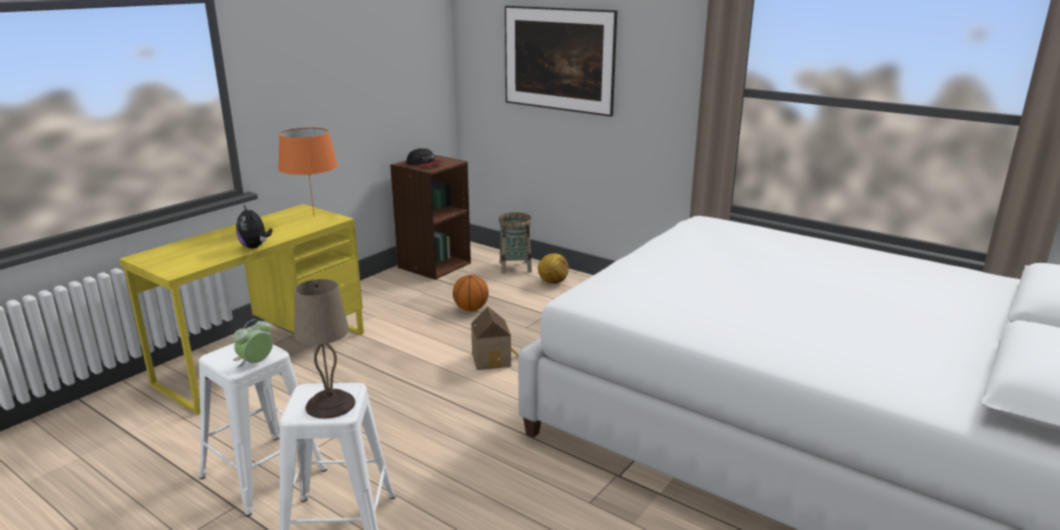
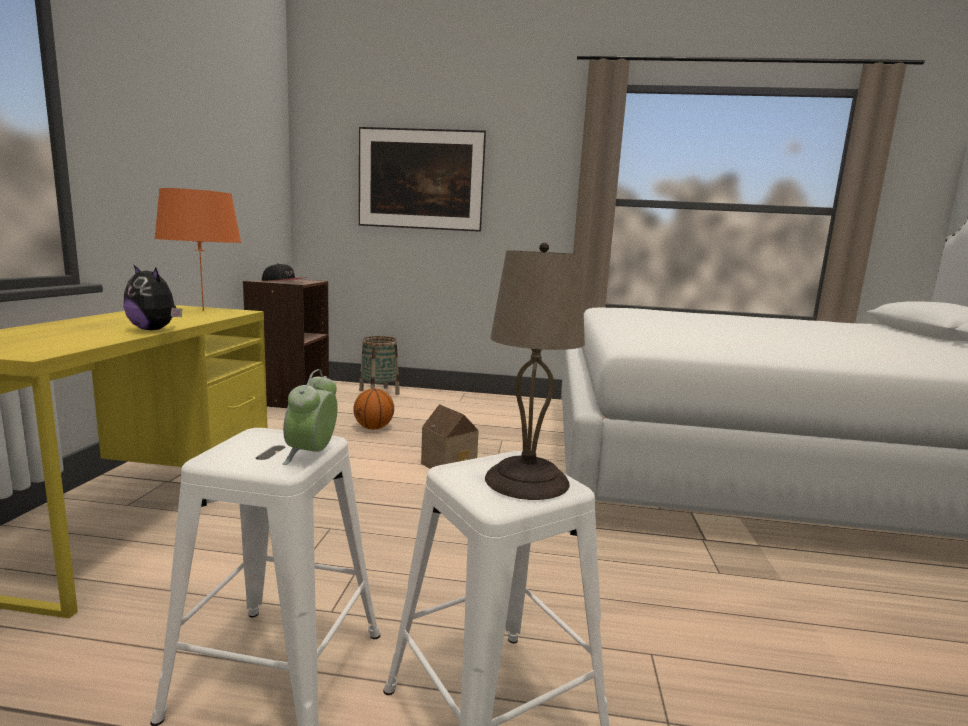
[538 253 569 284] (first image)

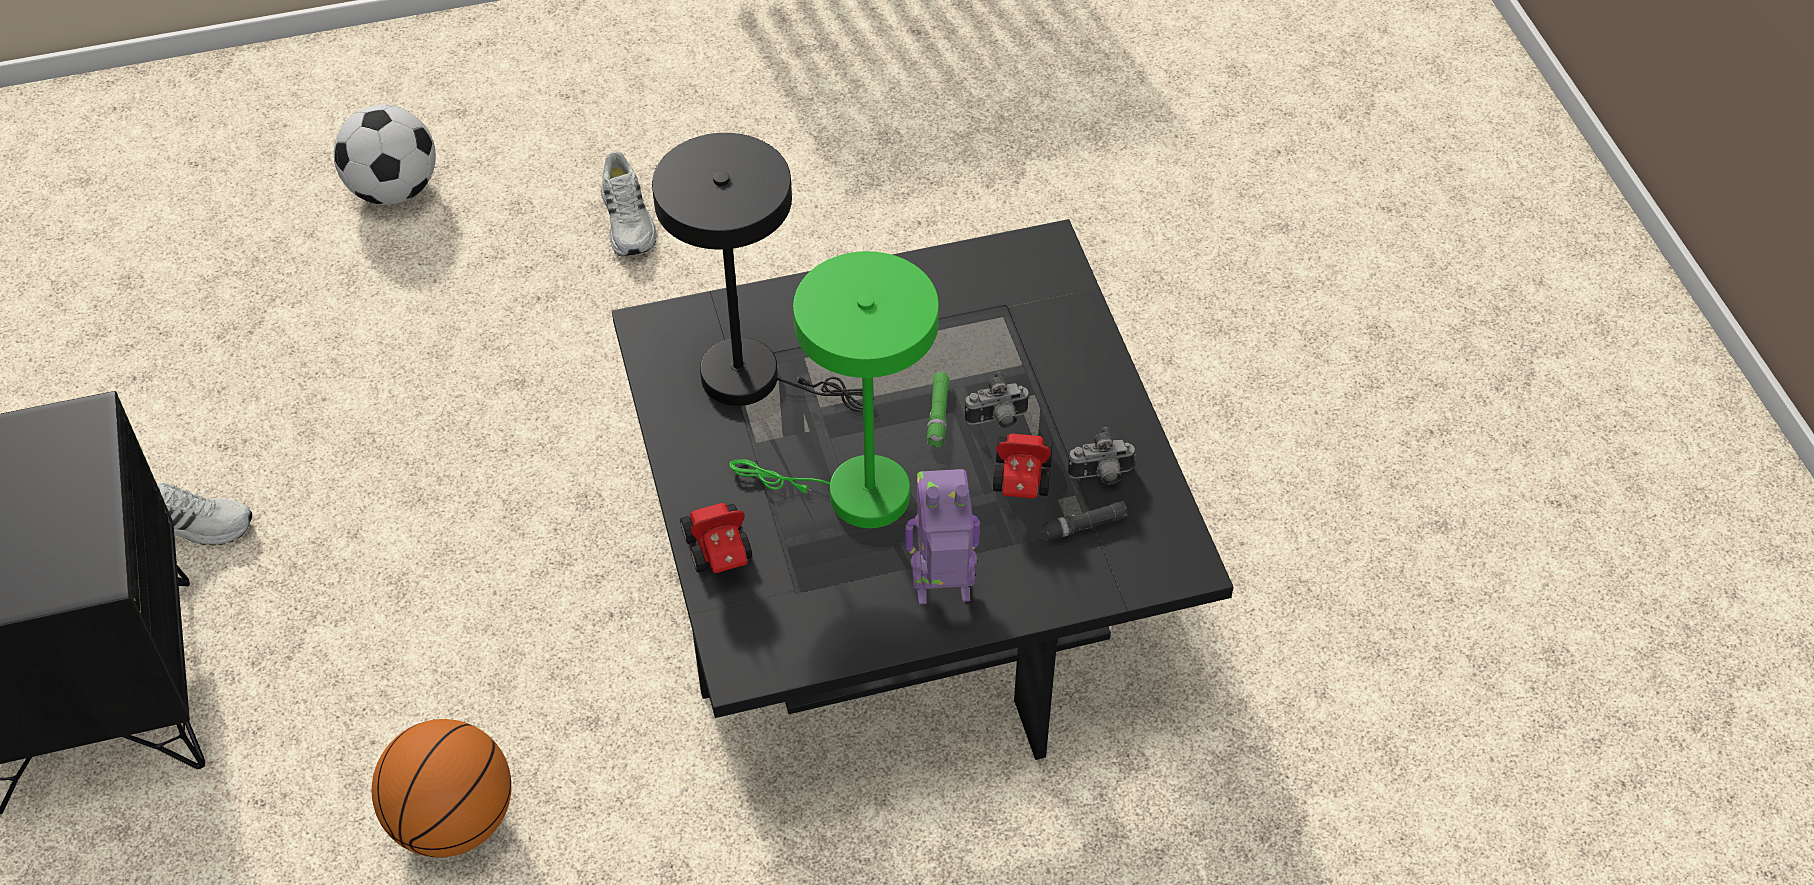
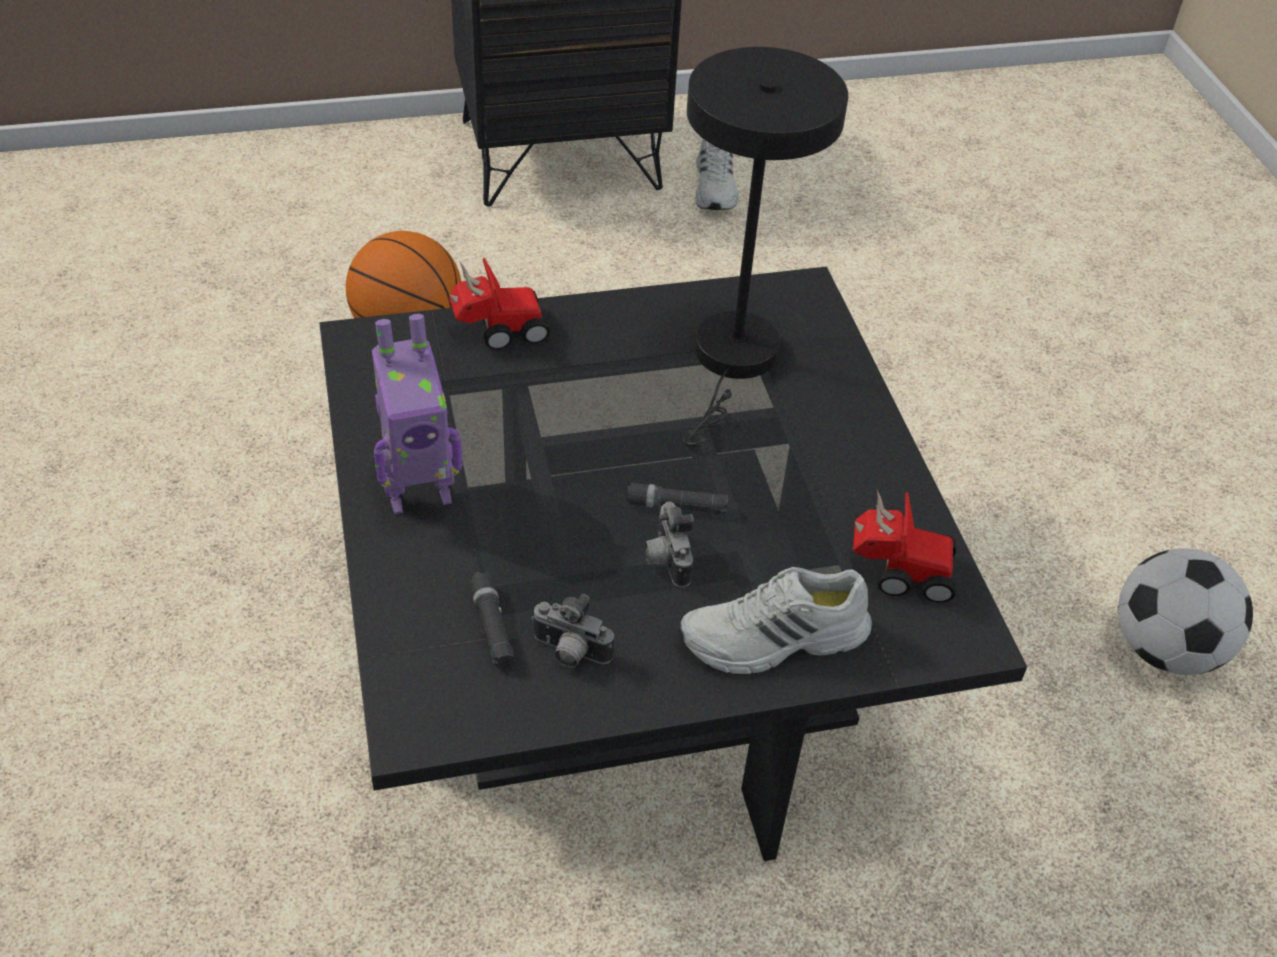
[729 251 939 528] (first image)
[1118 548 1253 675]
[679 567 872 674]
[853 490 957 603]
[626 482 728 515]
[372 314 462 514]
[531 594 614 668]

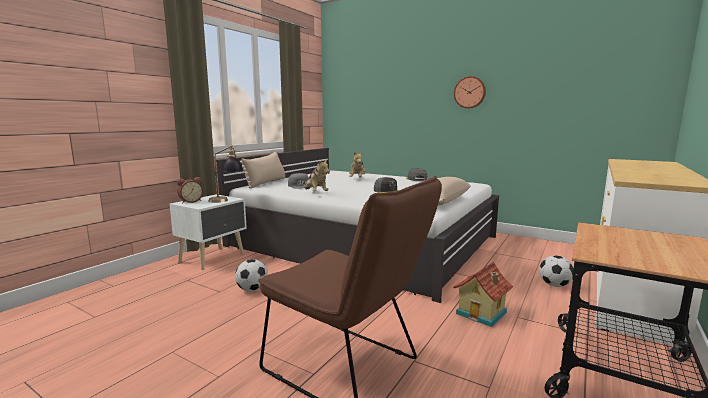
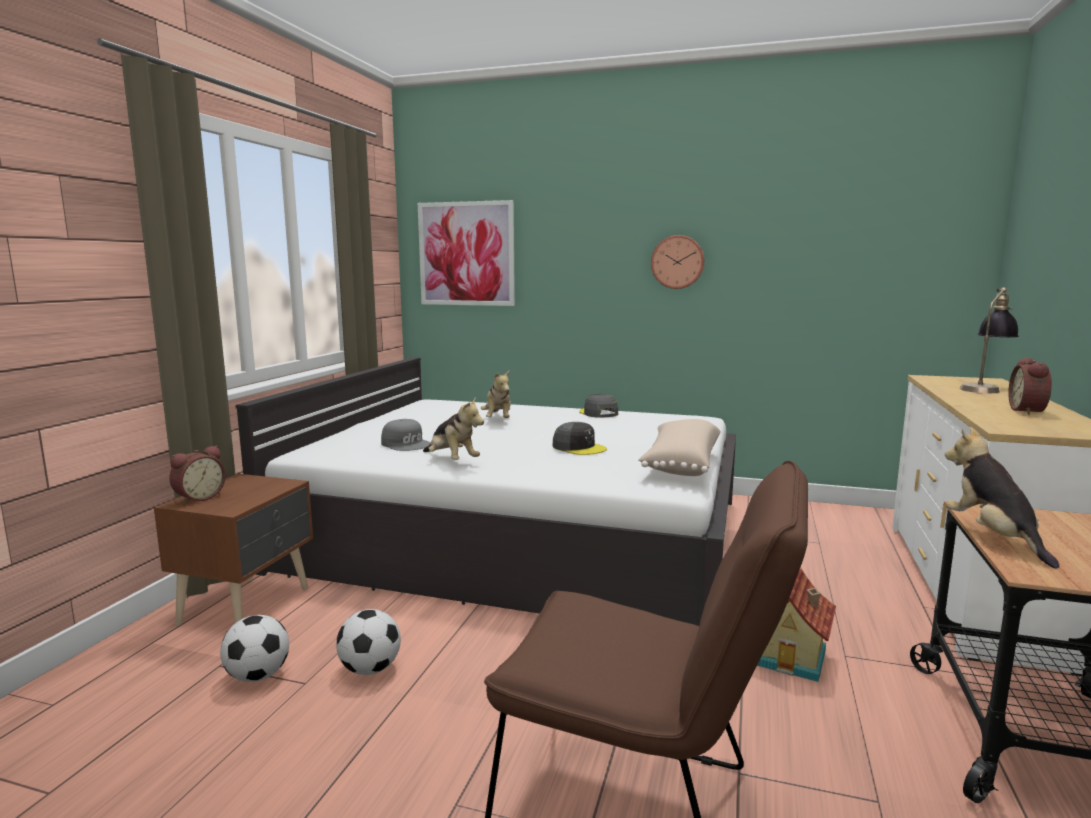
[240 152 285 188] (first image)
[418 200 515 306]
[945 427 1059 569]
[1008 357 1052 415]
[960 287 1019 393]
[220 615 289 682]
[154 474 313 626]

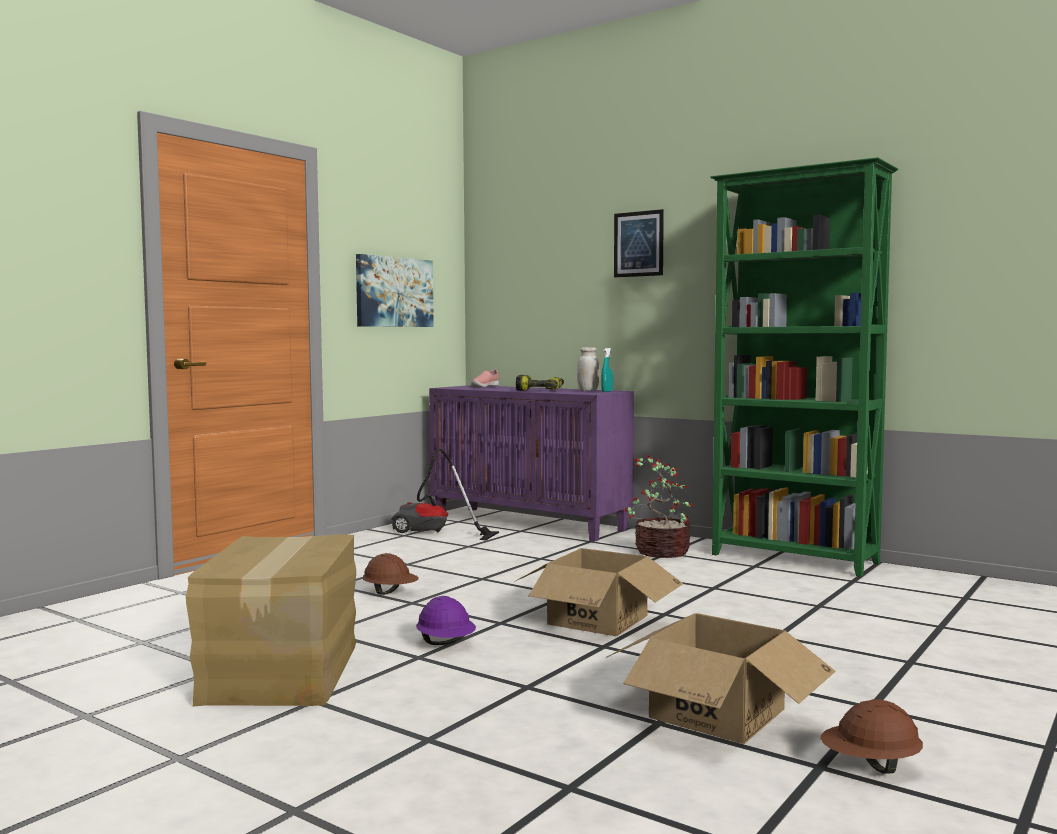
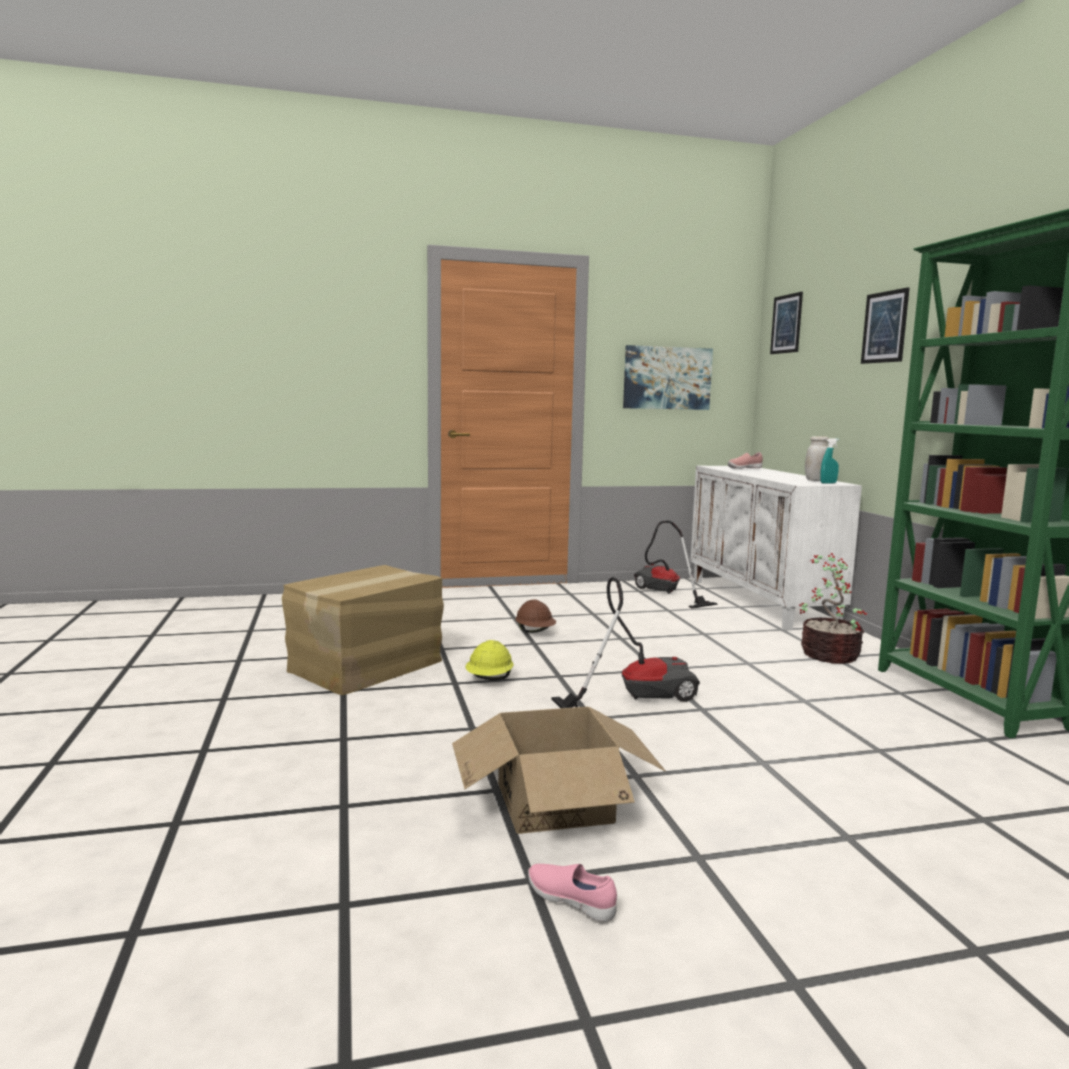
[516 375 564 391] (first image)
[770 292 803 354]
[551 577 700 708]
[528 864 617 922]
[465 640 514 680]
[690 466 862 631]

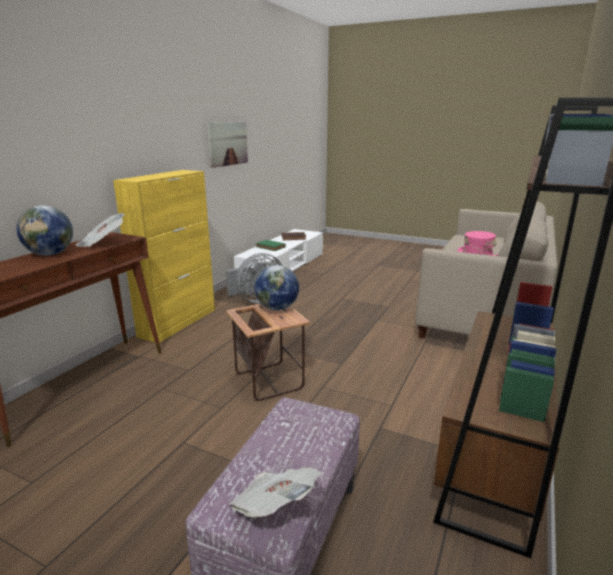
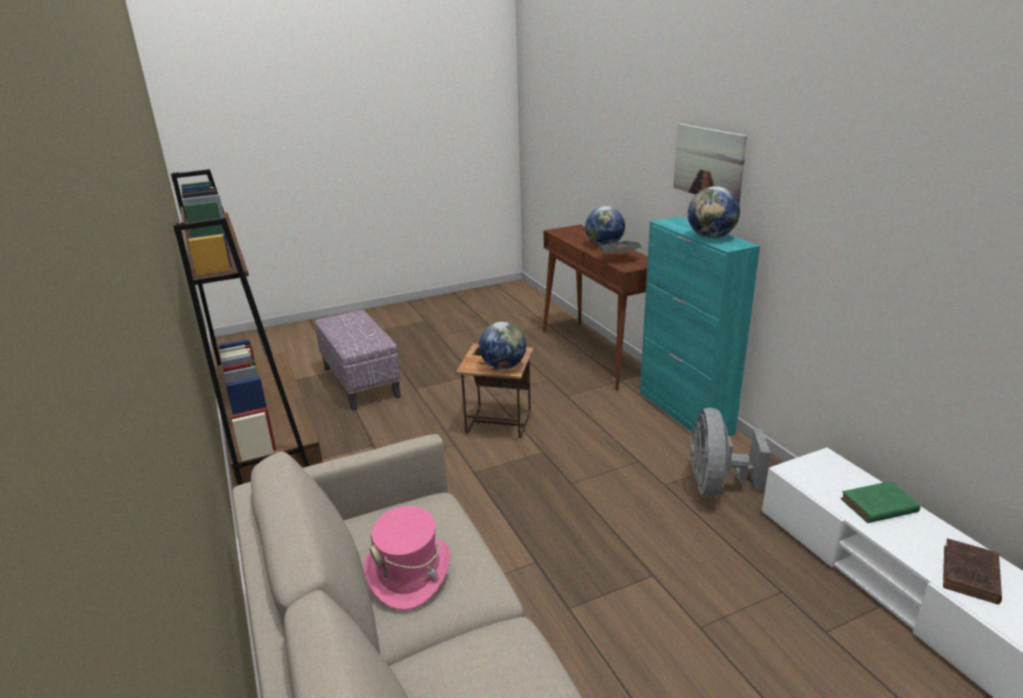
[228 467 322 517] (first image)
[688 186 740 238]
[673 123 747 205]
[640 217 760 437]

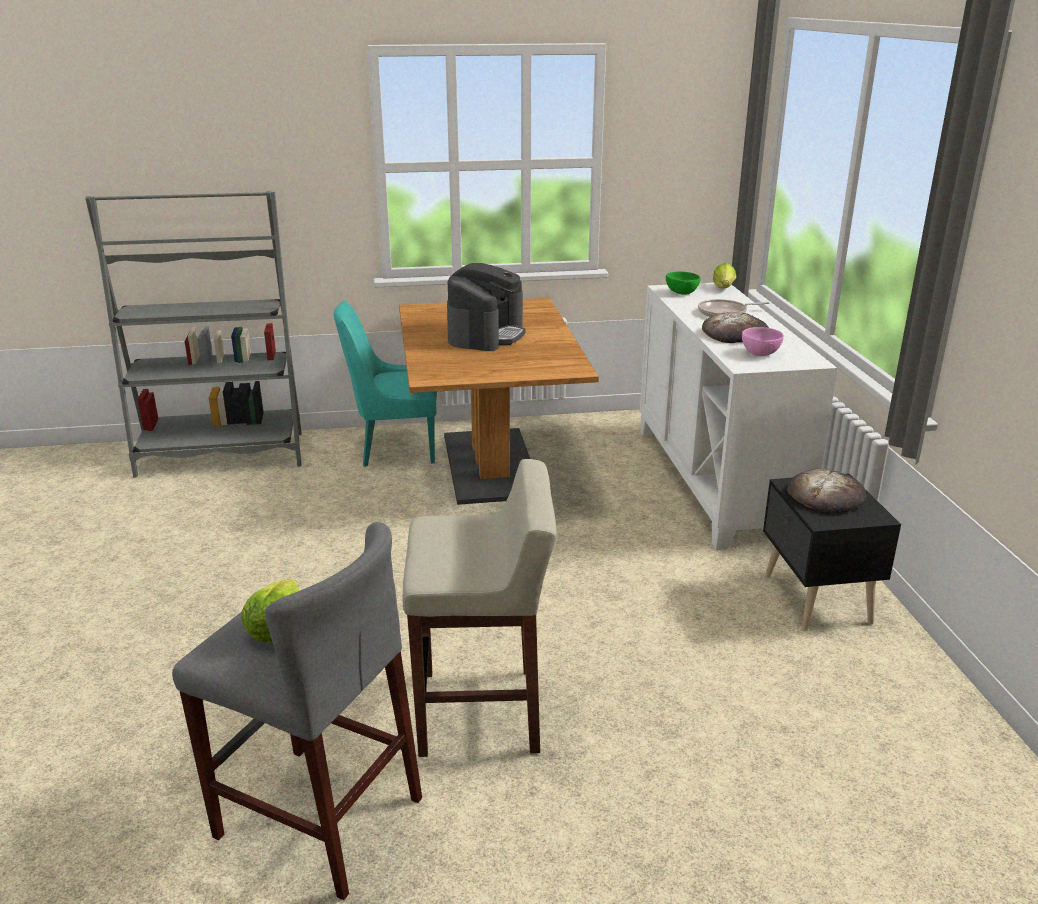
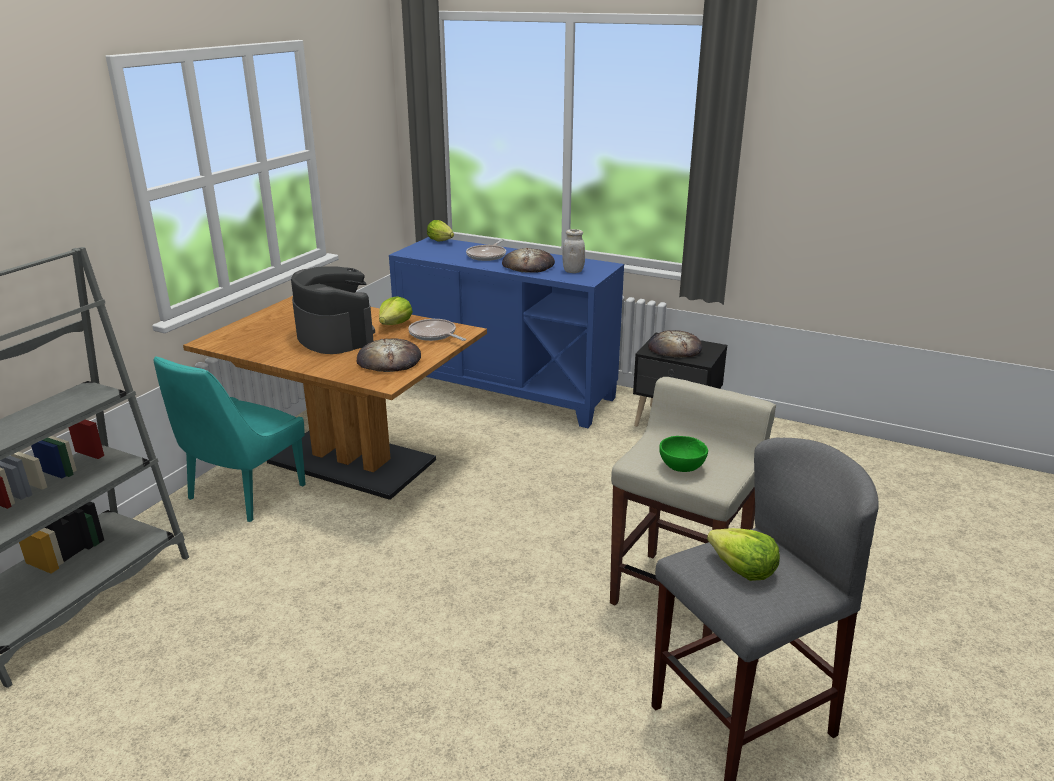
[357 338 421 372]
[379 296 413 325]
[408 319 466 341]
[659 436 708 472]
[562 229 585 273]
[389 237 624 428]

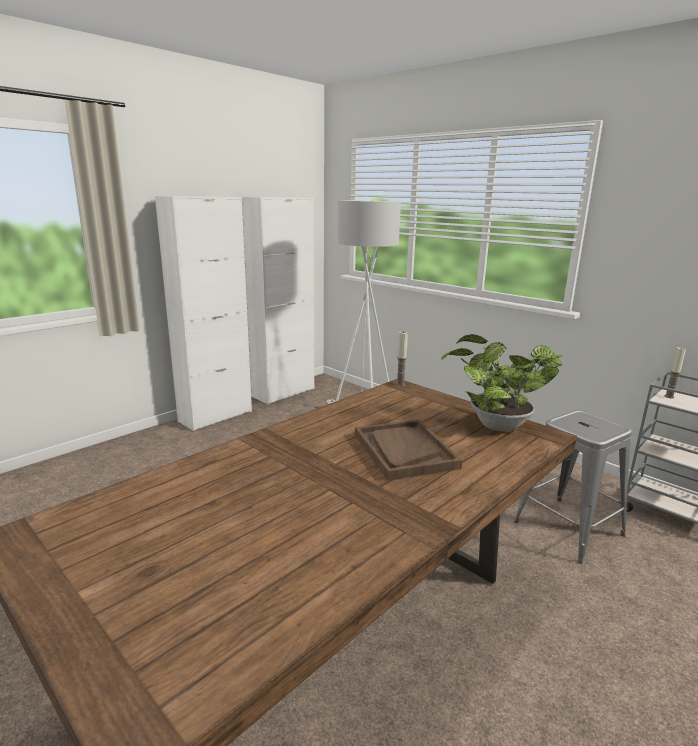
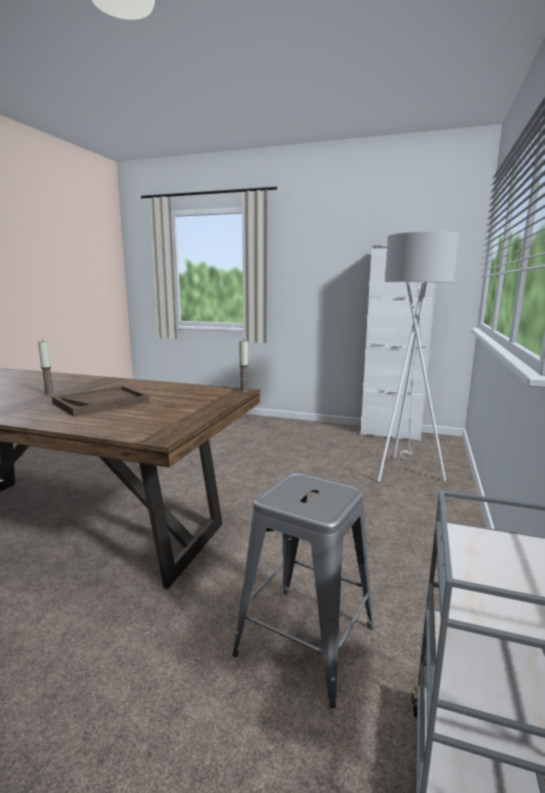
[155 196 252 431] (first image)
[441 334 563 432] (first image)
[38 340 55 395]

